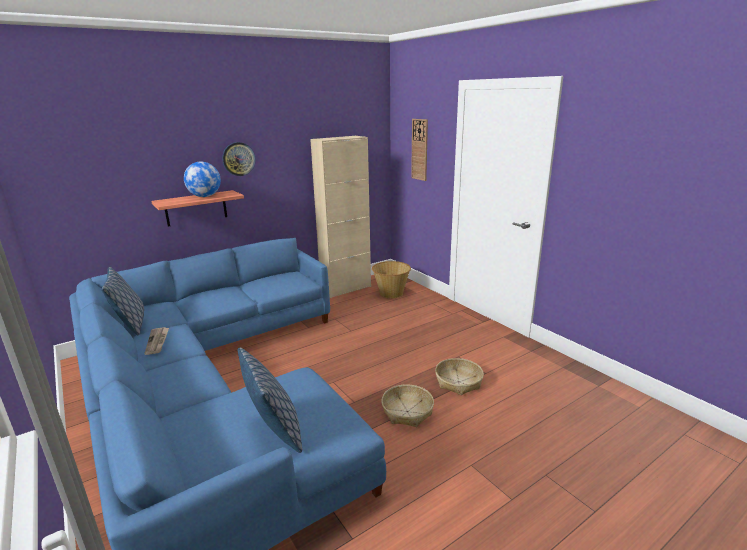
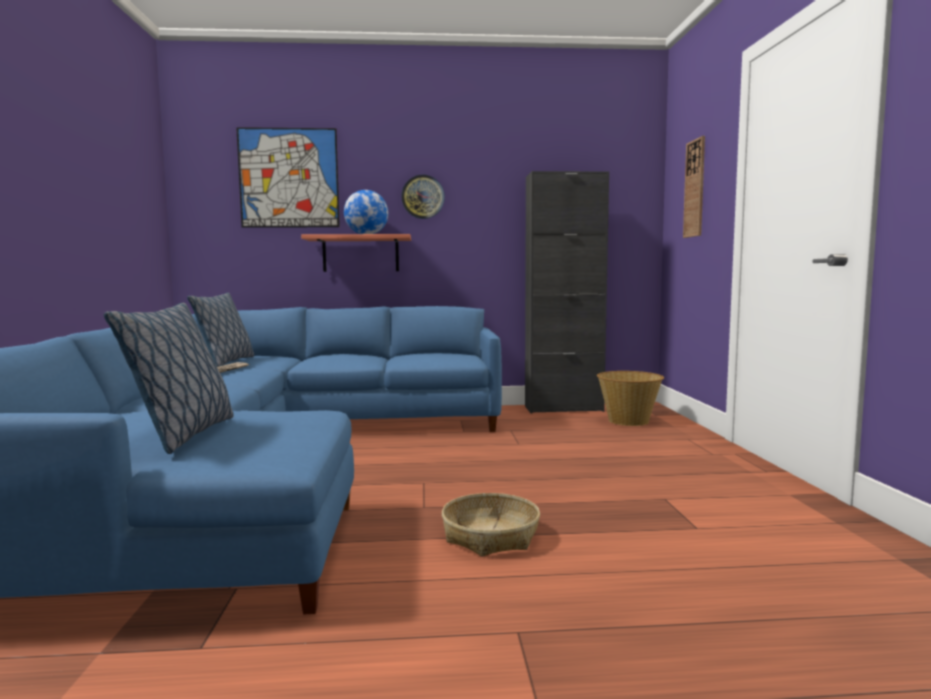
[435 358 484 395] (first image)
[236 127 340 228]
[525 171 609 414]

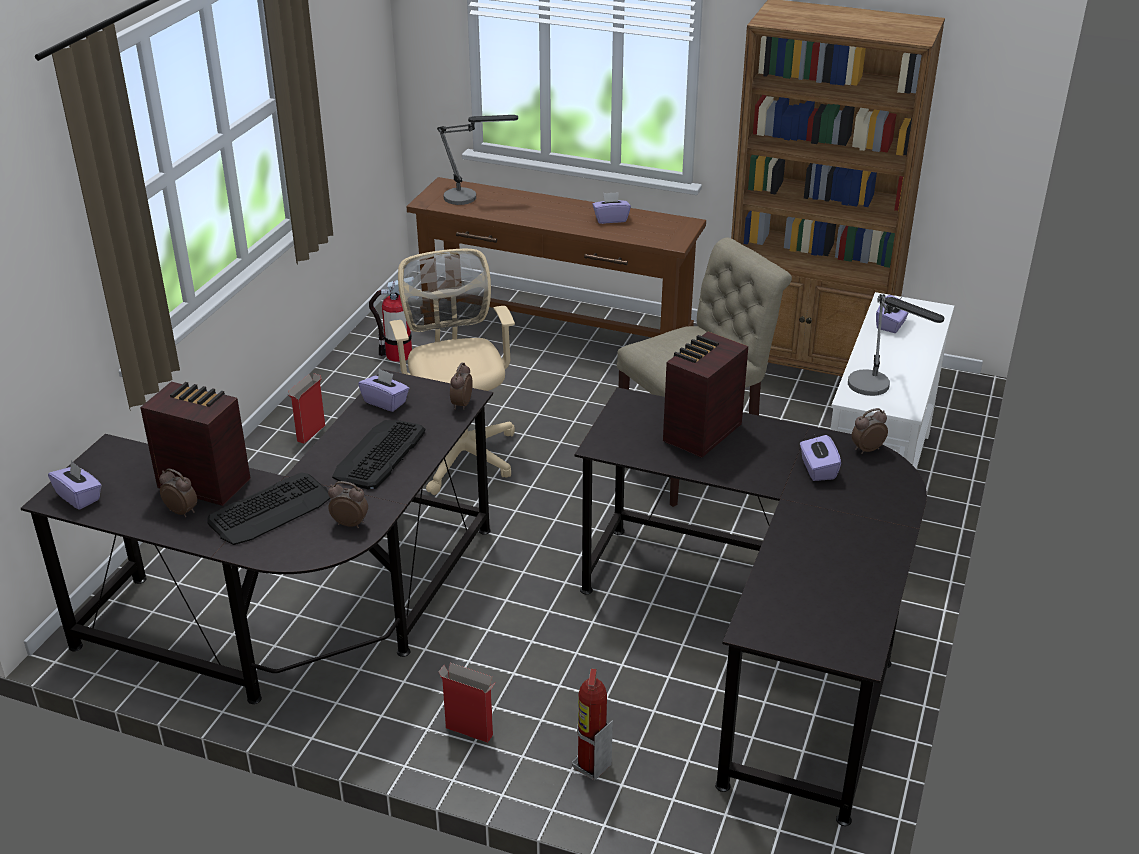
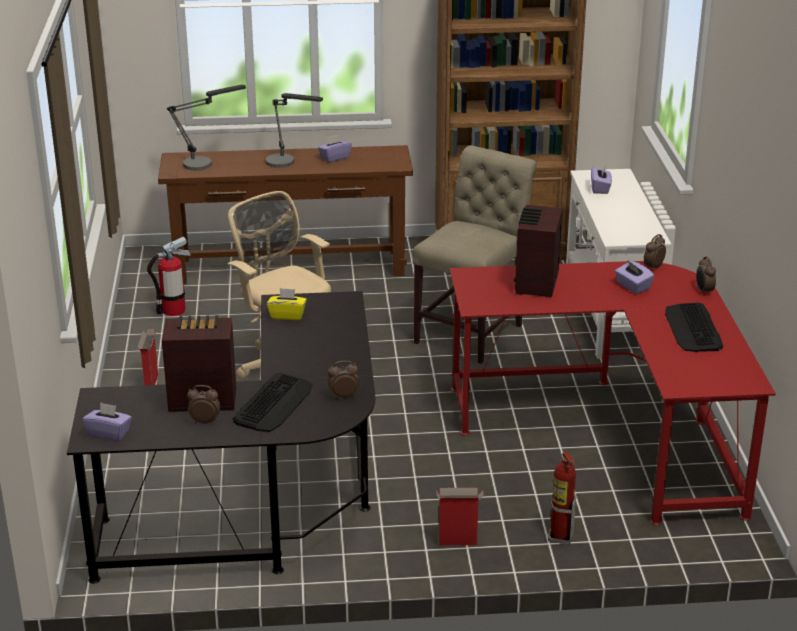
[665 303 723 352]
[696 256 716 296]
[266 93 323 168]
[267 288 307 320]
[450 261 776 525]

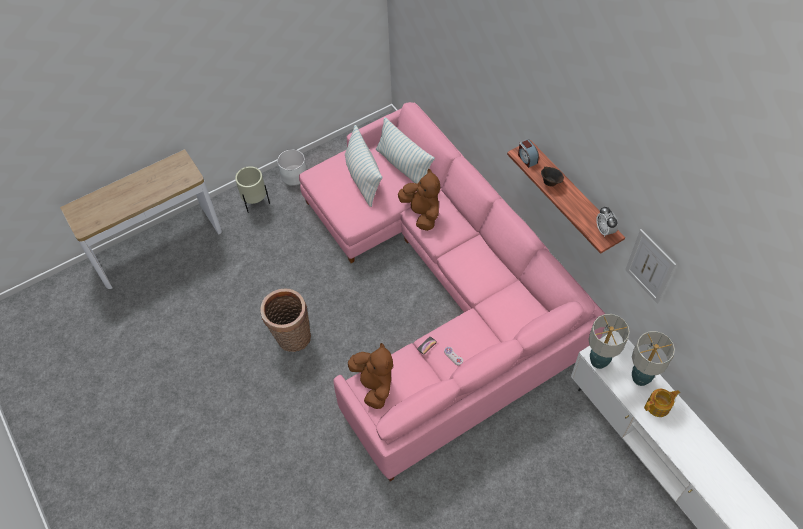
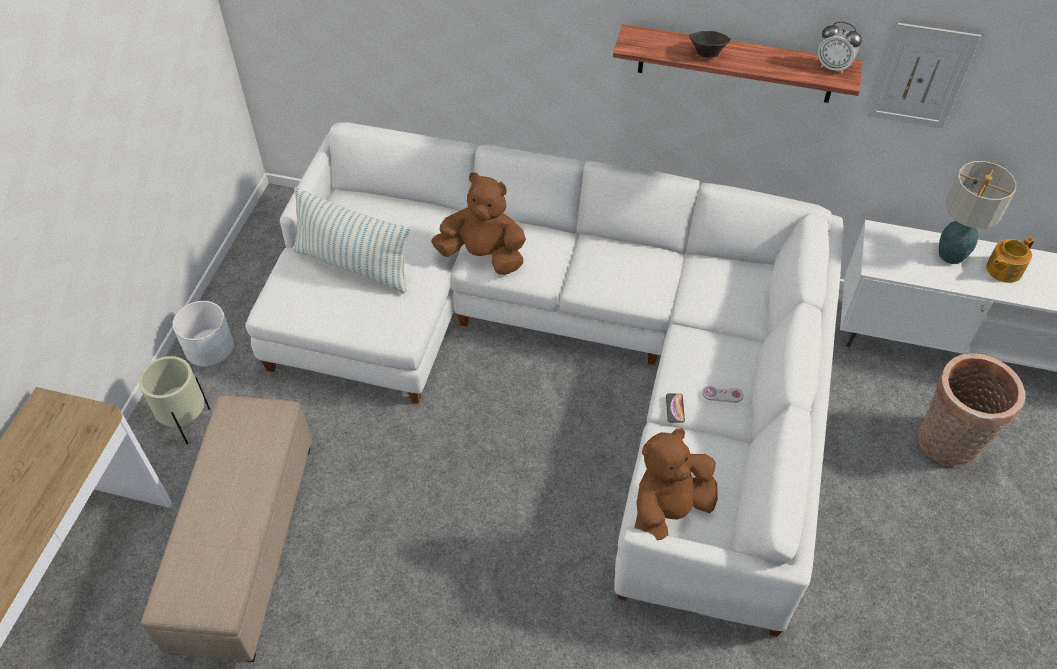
[376 117 435 183] (first image)
[518 139 539 168] (first image)
[588 314 630 369] (first image)
[141 395 312 662]
[918 353 1026 467]
[245 122 844 637]
[634 429 718 540]
[986 237 1035 283]

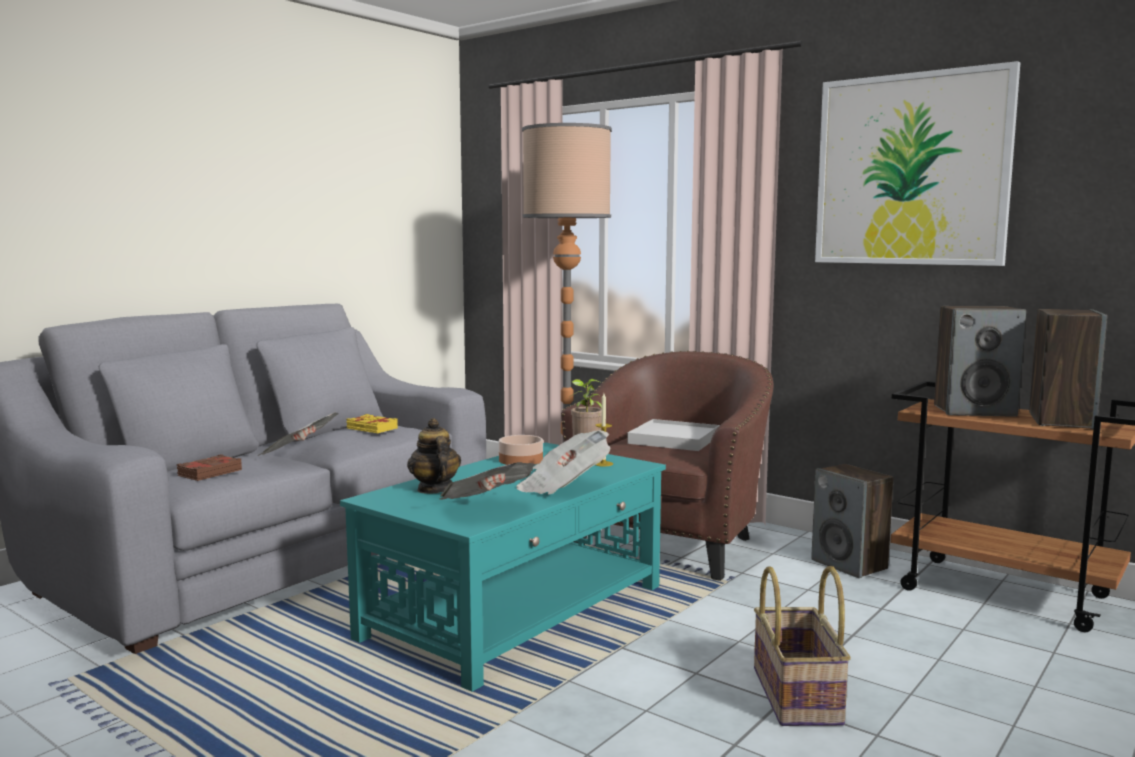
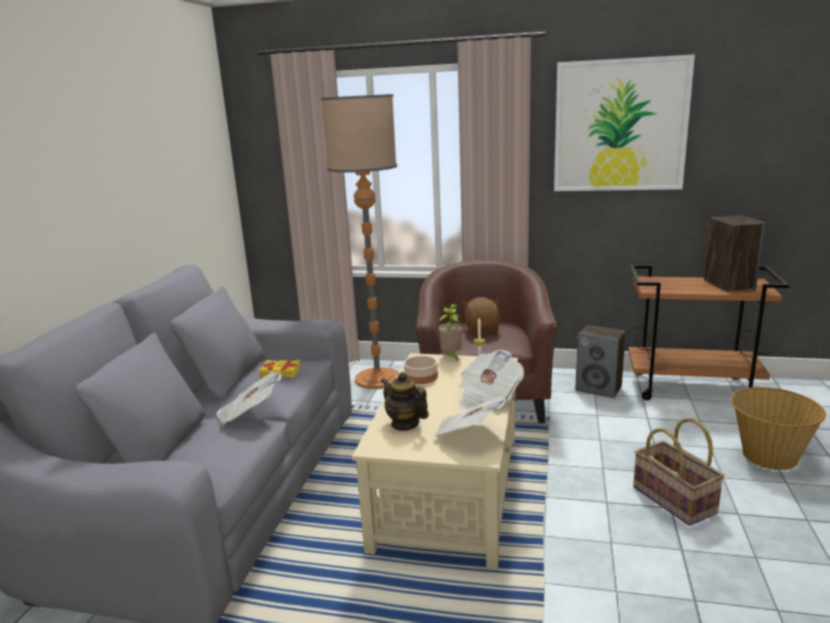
[177 454 242 481] (first image)
[934 306 1026 417] (first image)
[731 387 826 470]
[462 297 500 334]
[352 353 518 569]

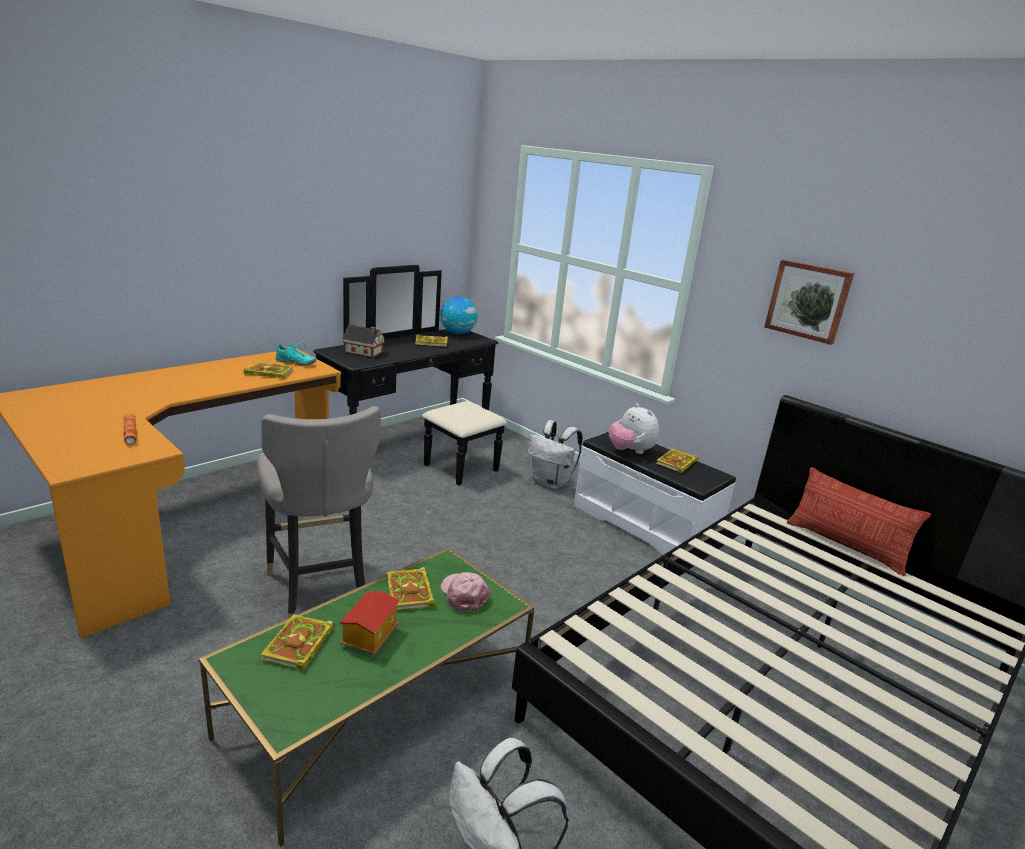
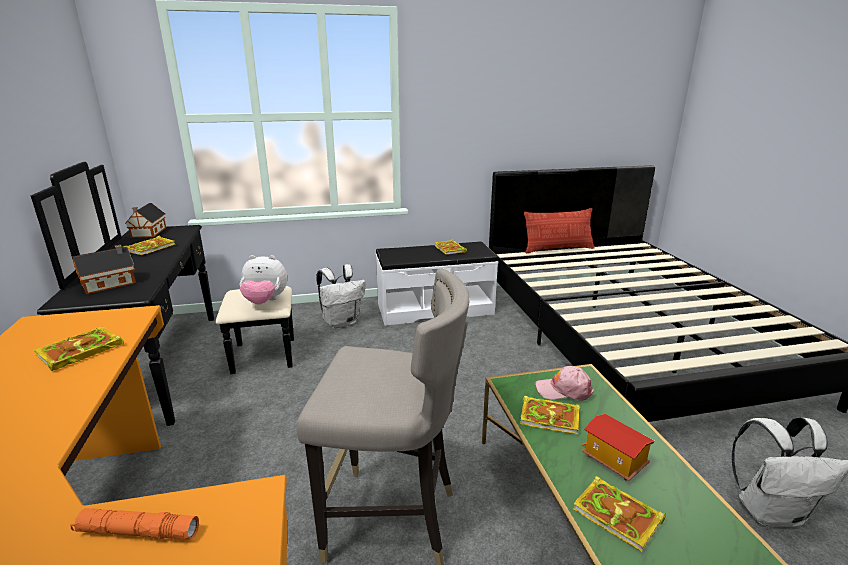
[275 343 316 366] (first image)
[765 260 854 345] (first image)
[240 255 287 305]
[125 203 166 238]

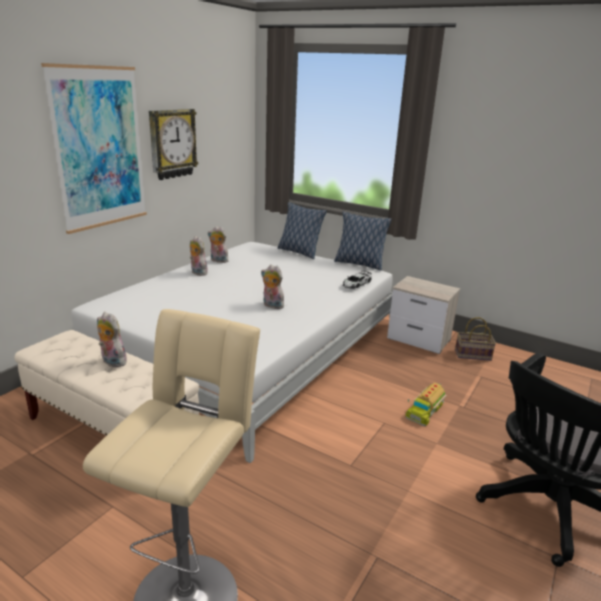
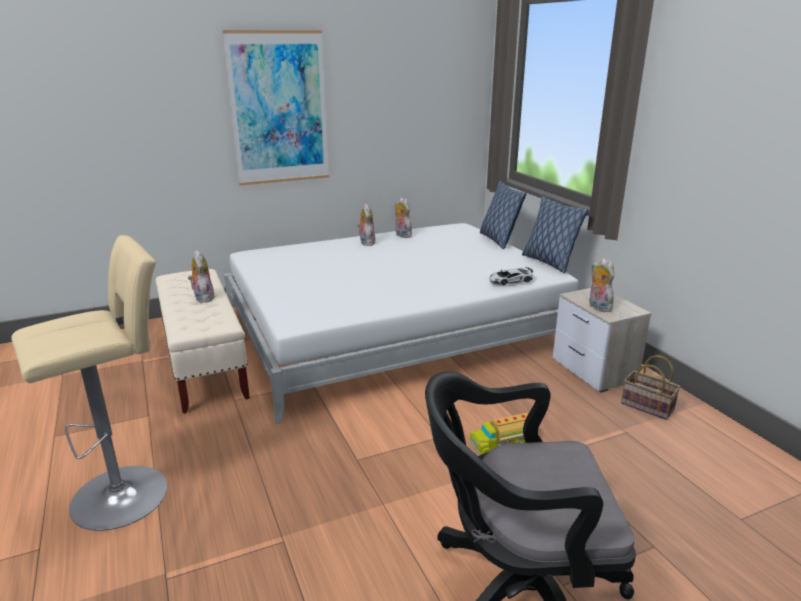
[149 109 198 180] (first image)
[589 258 614 312]

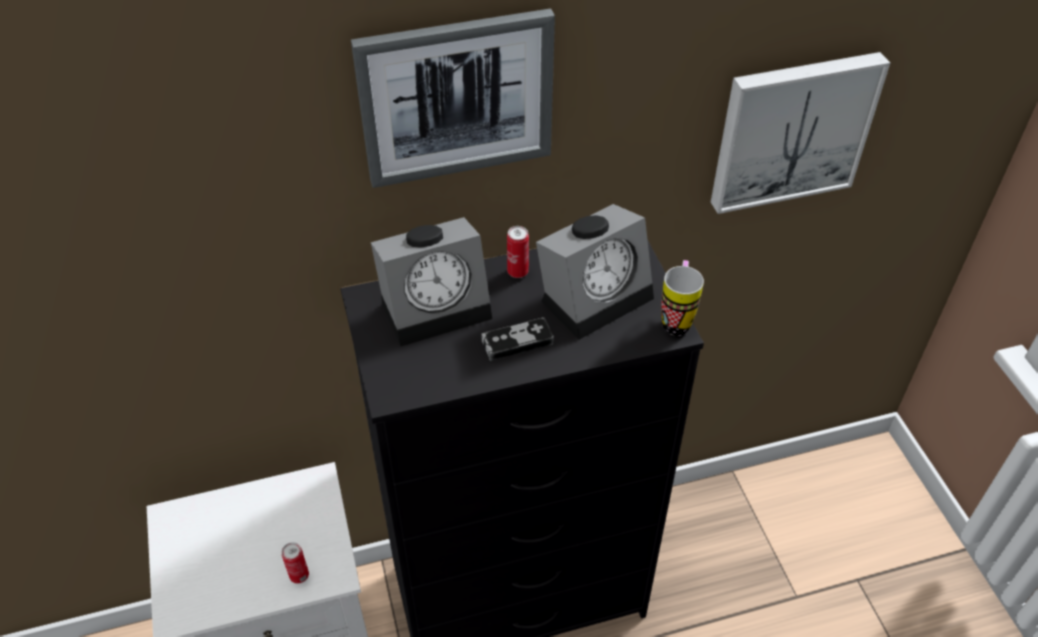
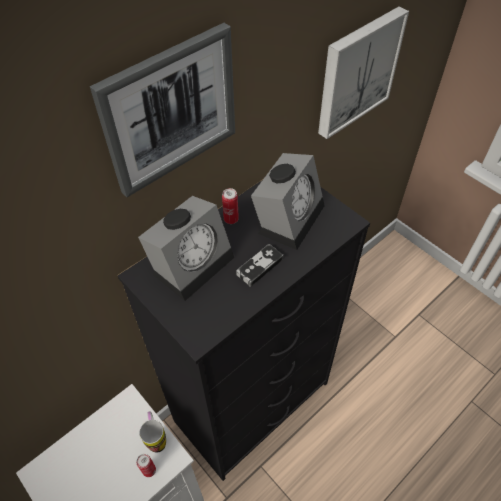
[139 412 166 453]

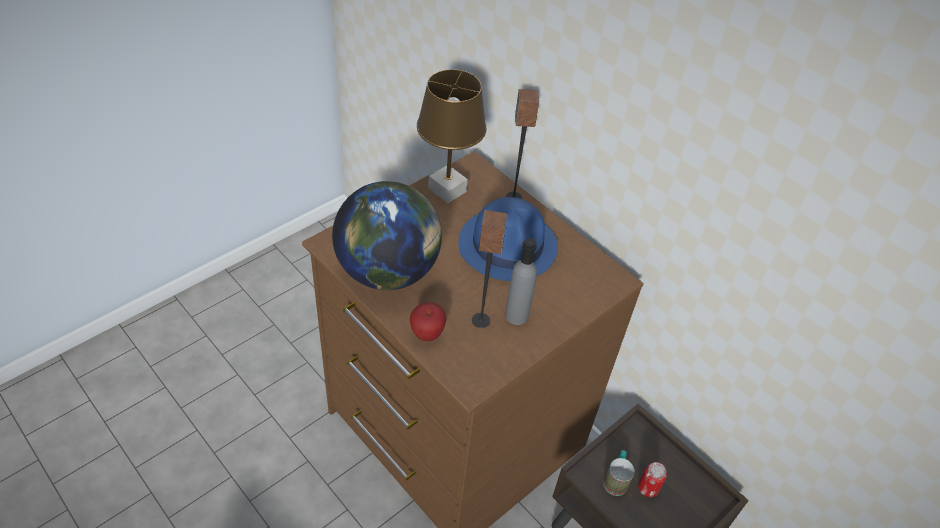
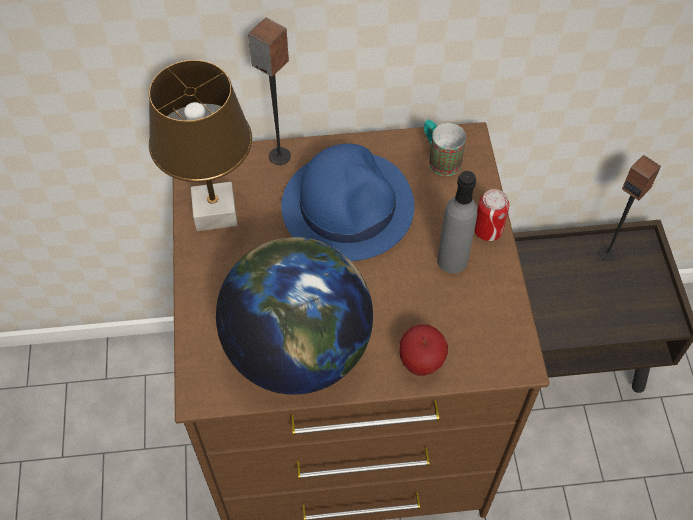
[599 155 661 261]
[424 120 466 176]
[474 189 509 241]

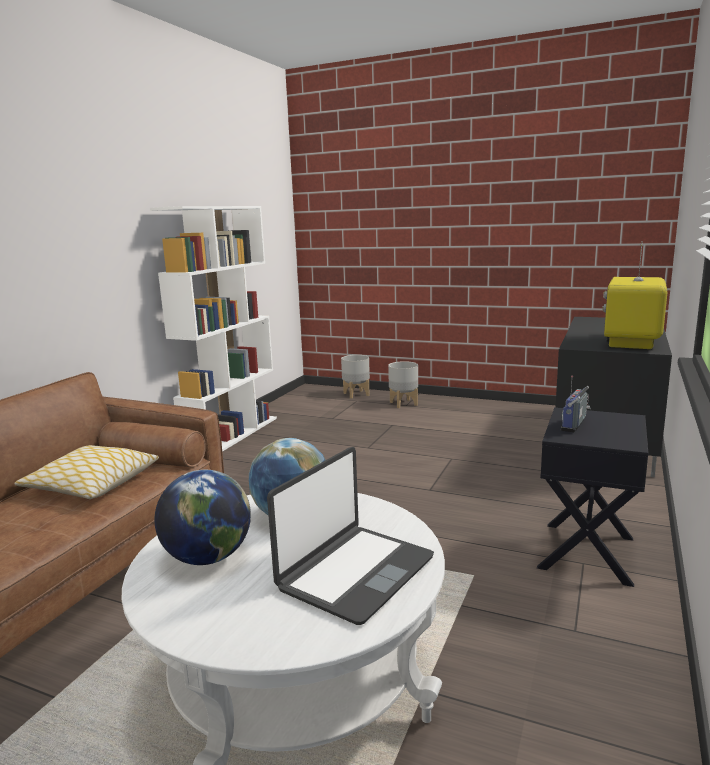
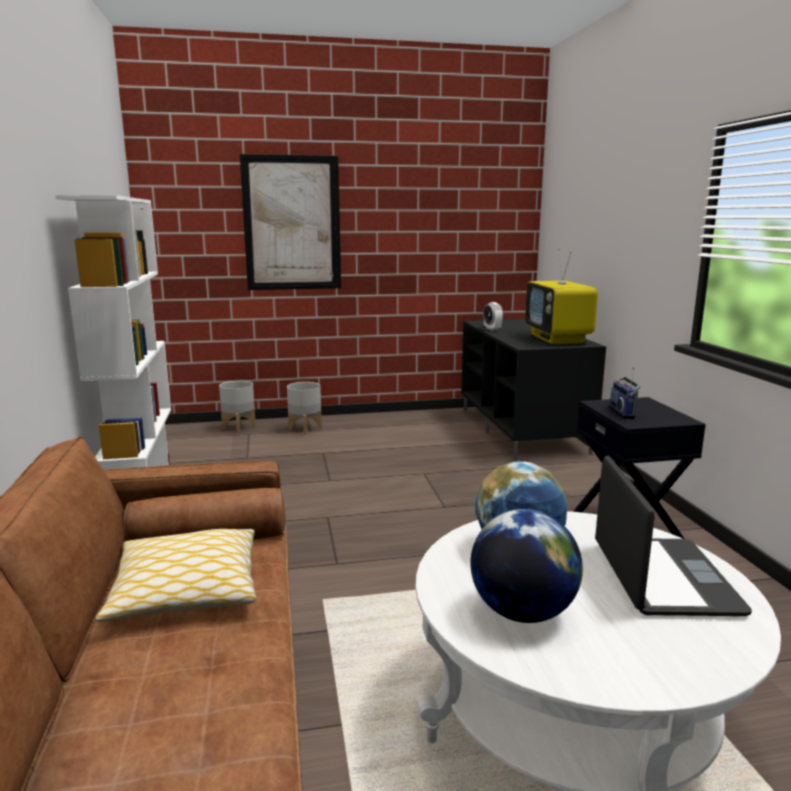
[240 154 341 290]
[483 302 503 331]

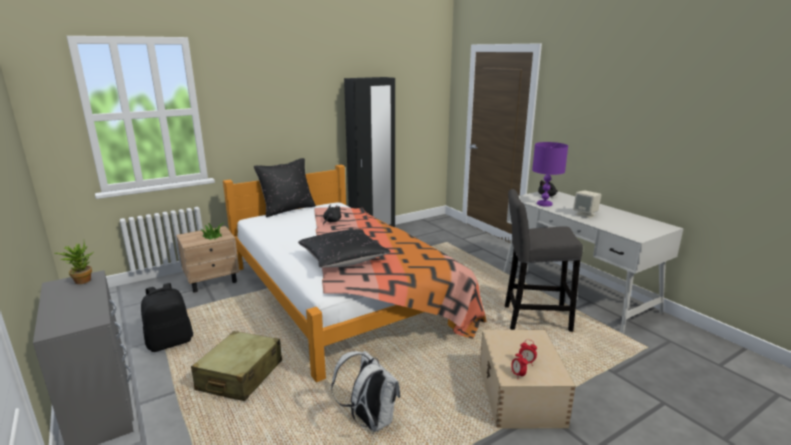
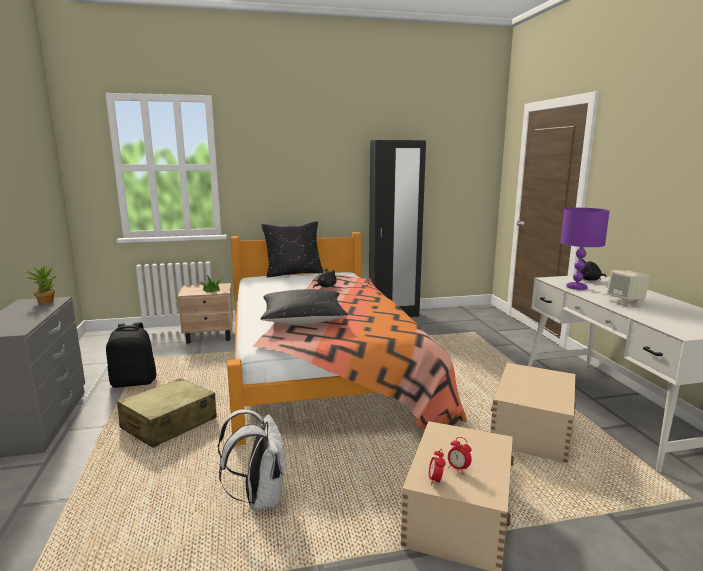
[490 363 576 463]

